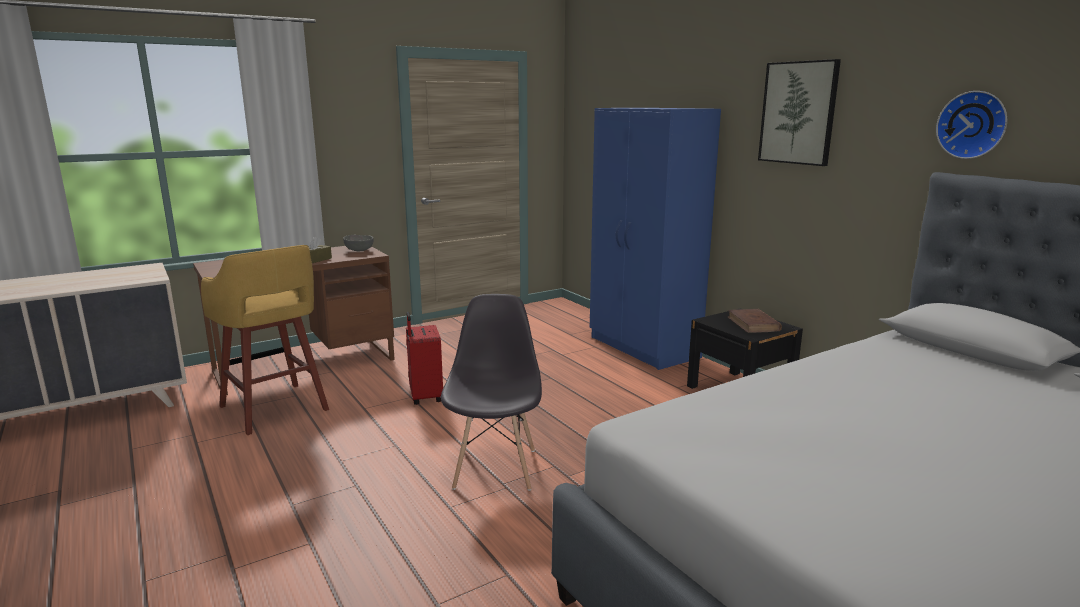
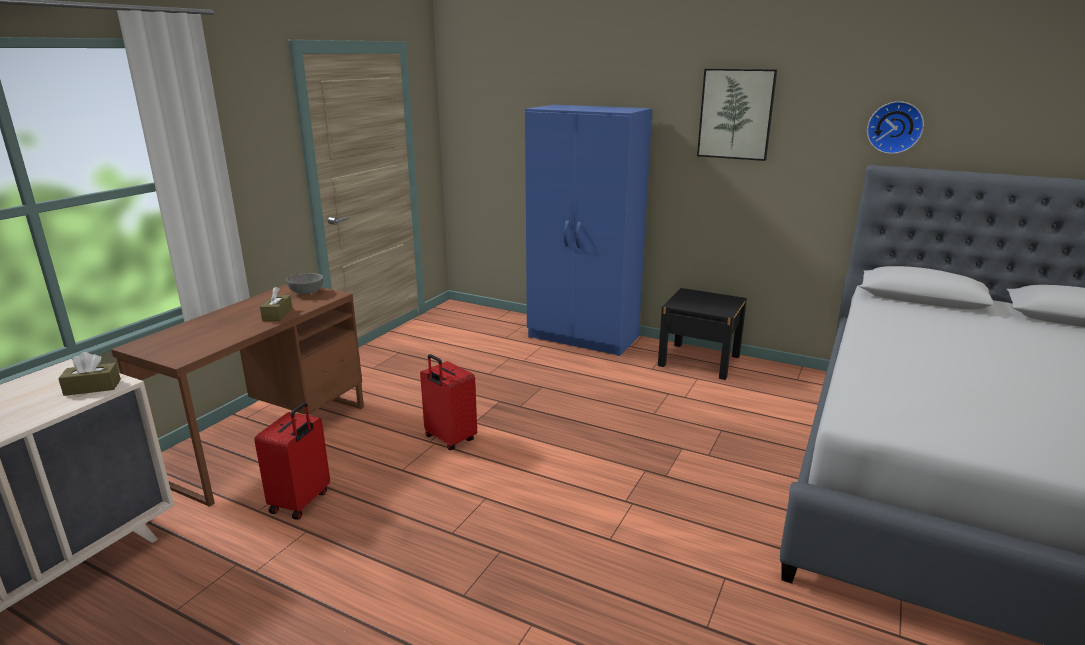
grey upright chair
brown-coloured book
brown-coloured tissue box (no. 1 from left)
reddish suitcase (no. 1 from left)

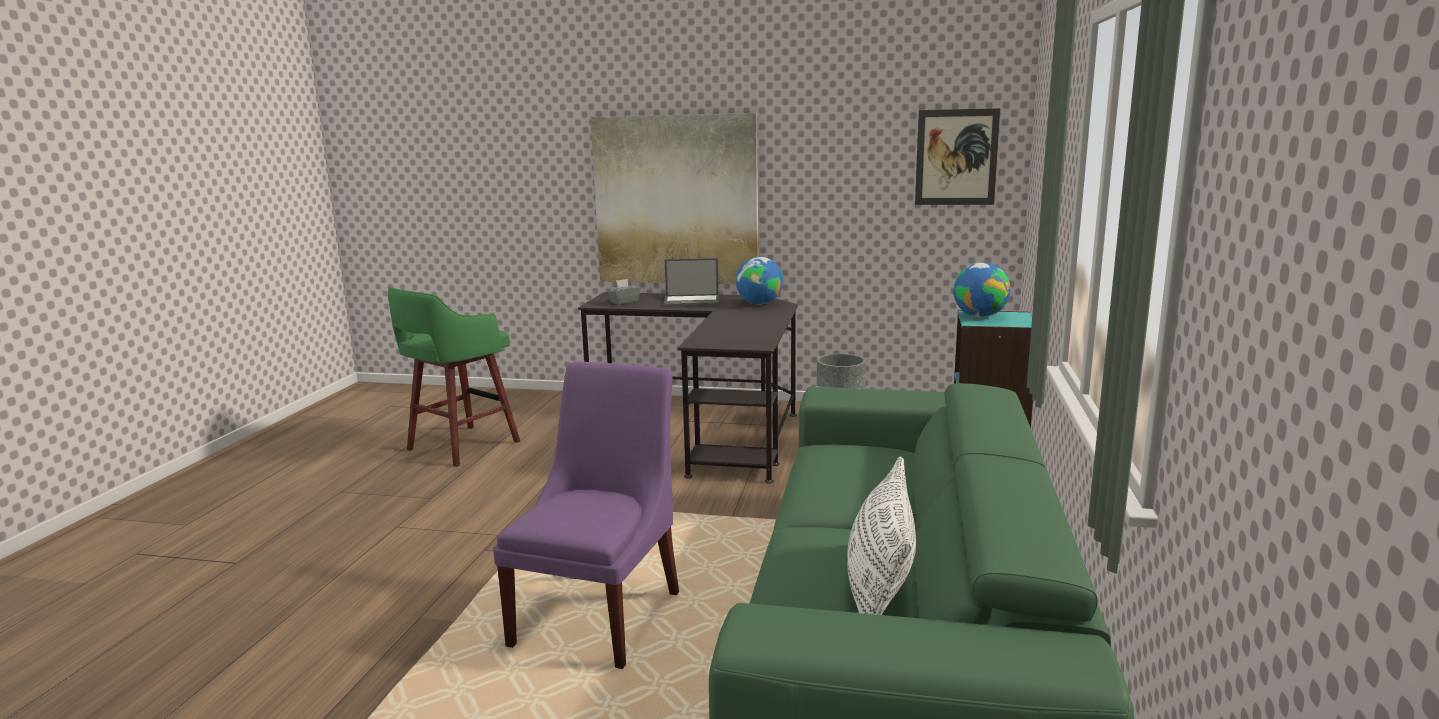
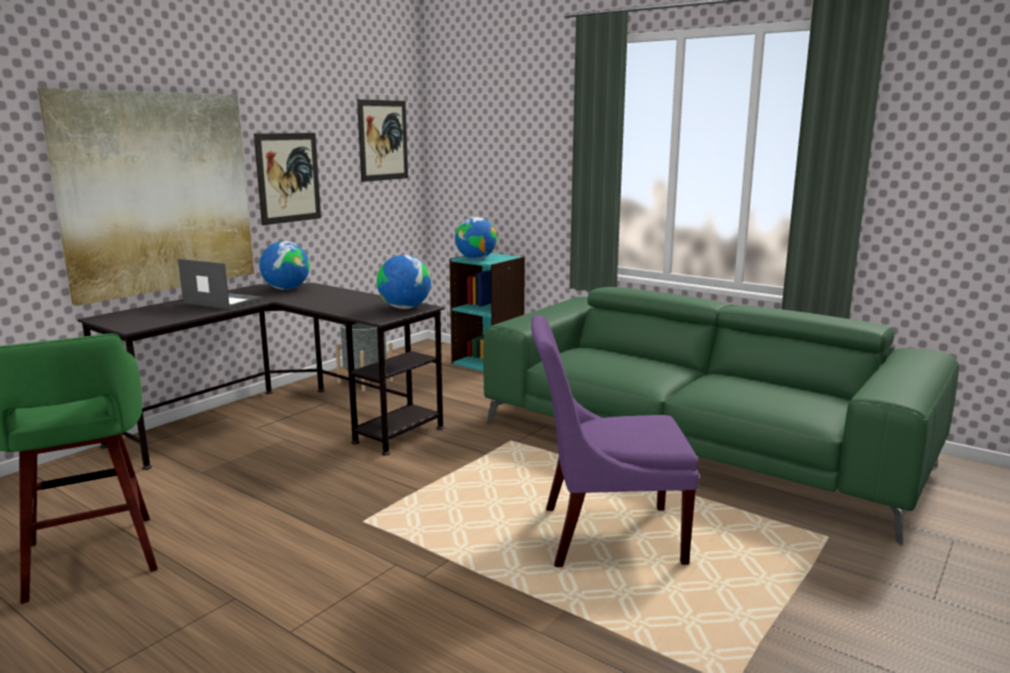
grey tissue box
white-coloured throw pillow
picture (no. 2 from left)
globe (no. 2 from left)
purple upright chair
laptop

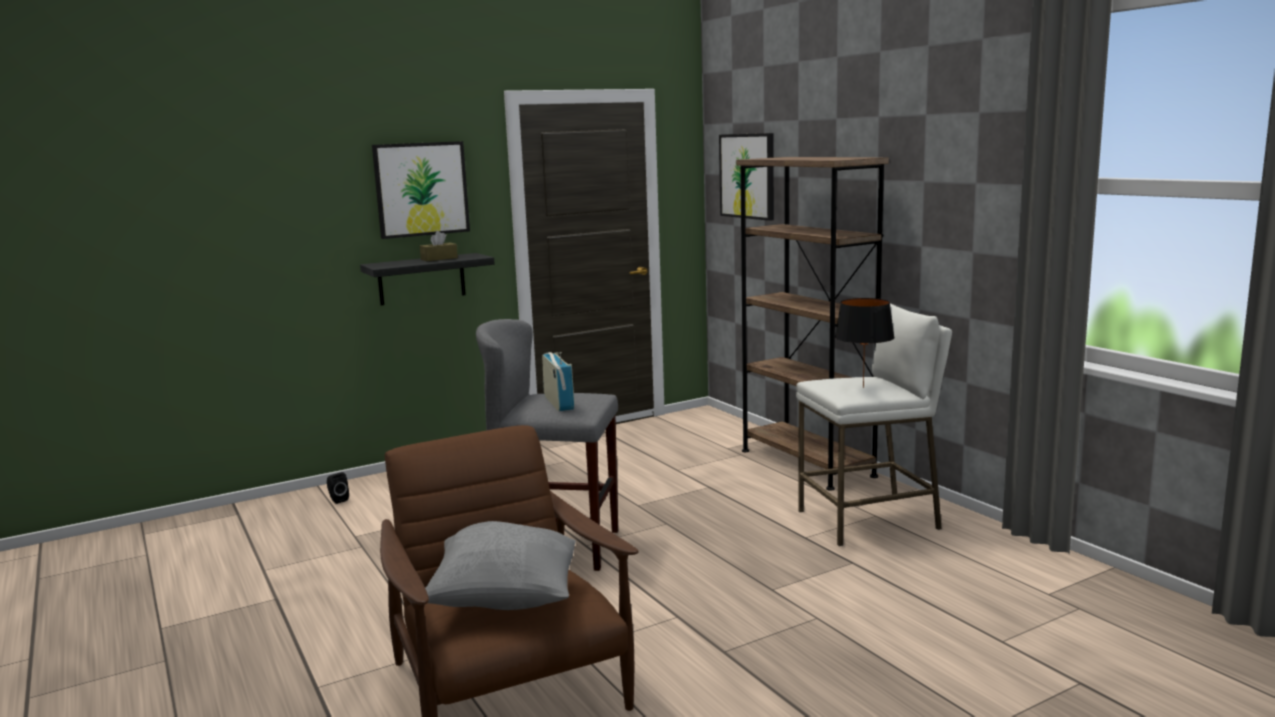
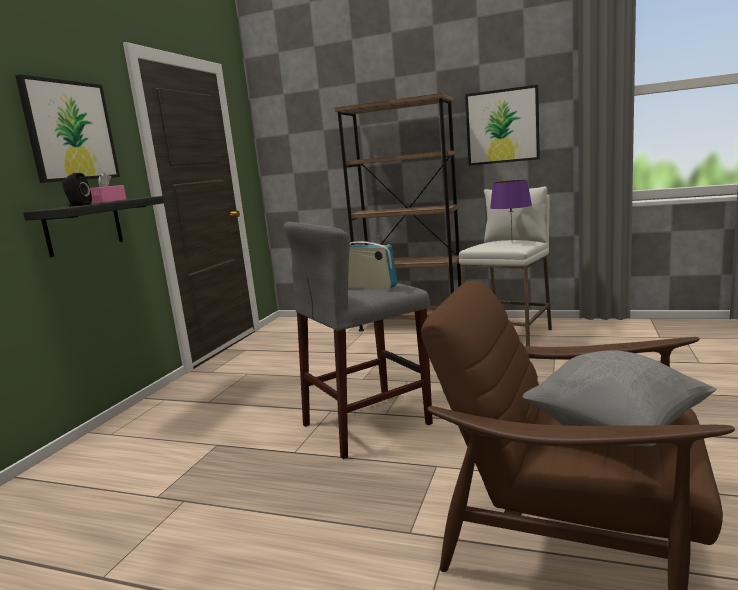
blackish audio speaker
picture (no. 2 from left)
pinkish tissue box
purple tabletop lamp

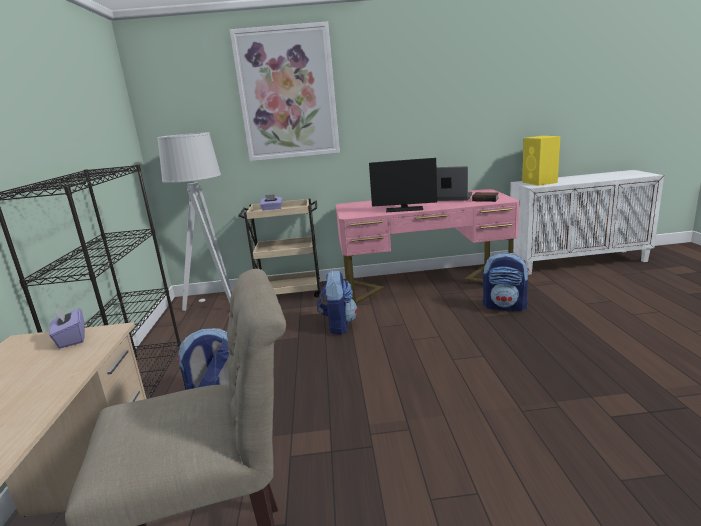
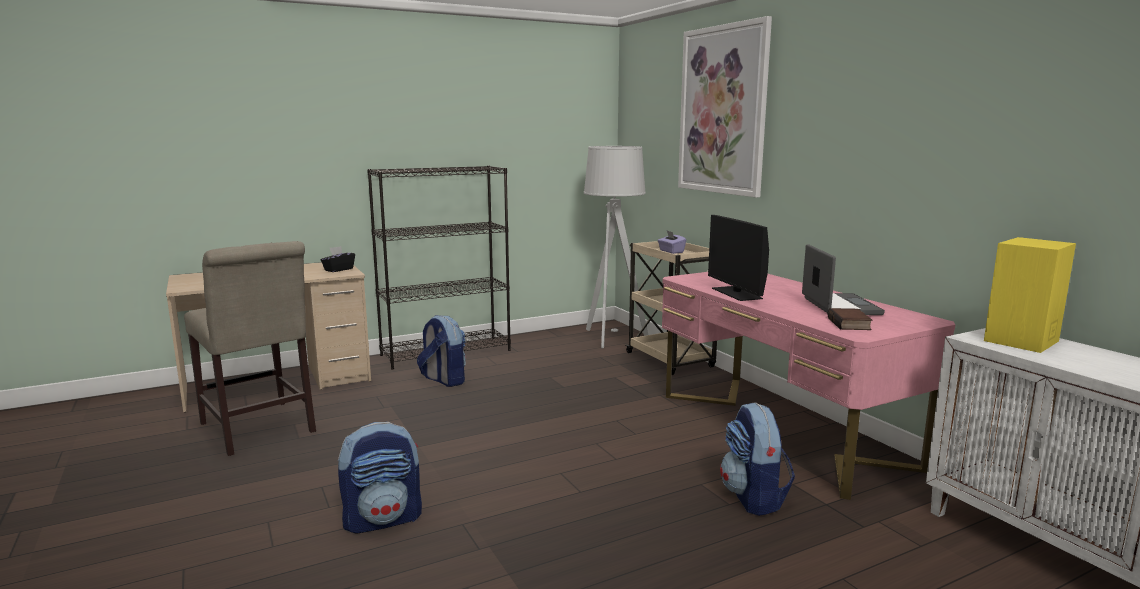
backpack (no. 1 from left)
blackish tissue box

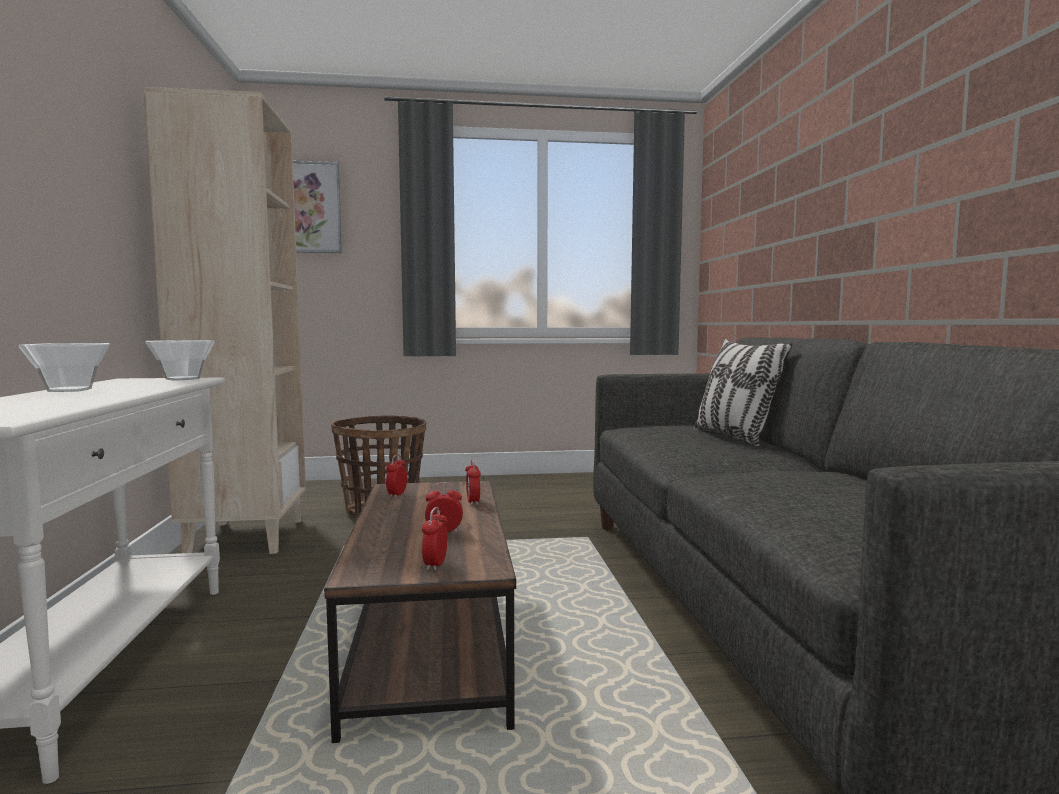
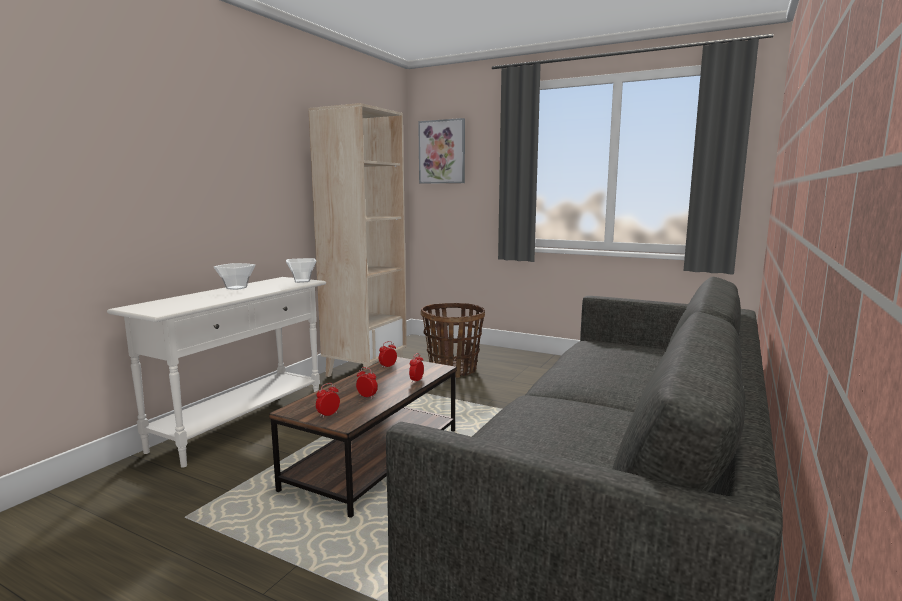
throw pillow

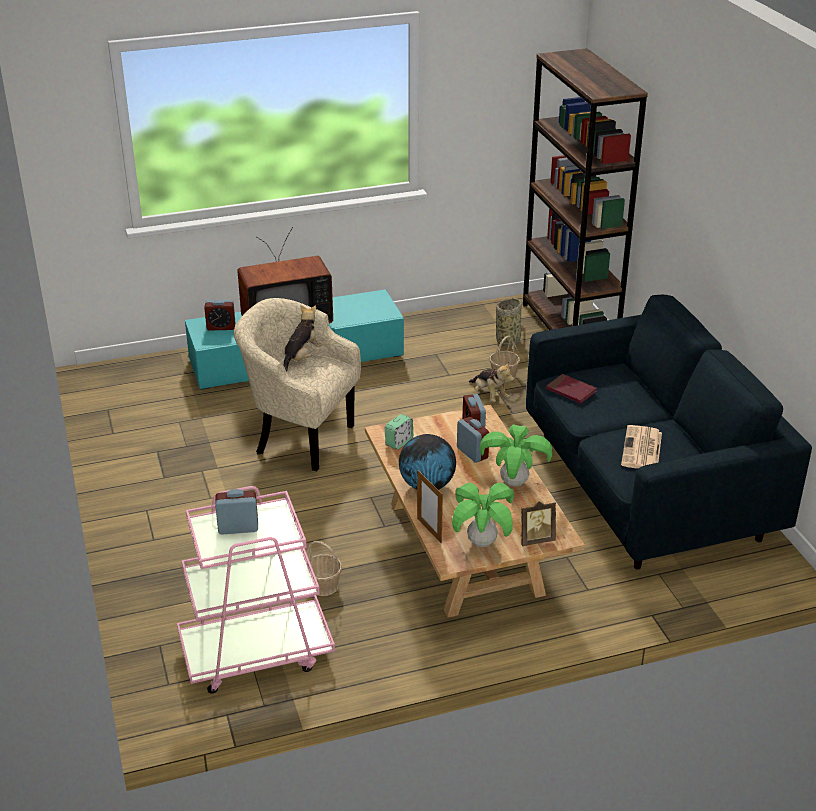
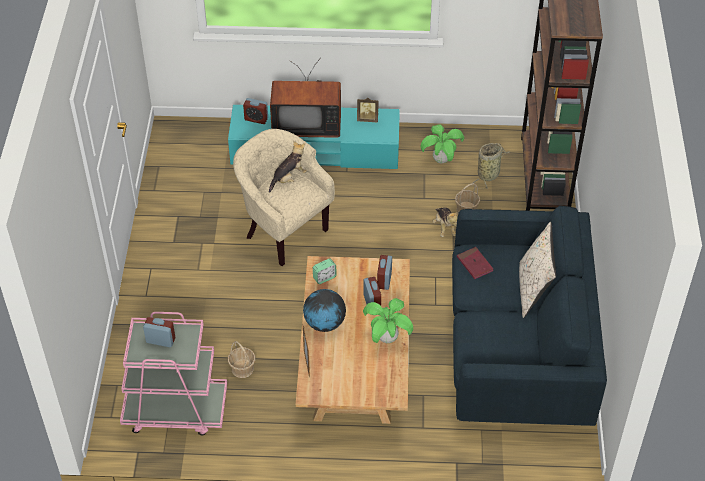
daily paper
sand-coloured throw pillow
potted plant (no. 2 from left)
picture frame (no. 2 from left)

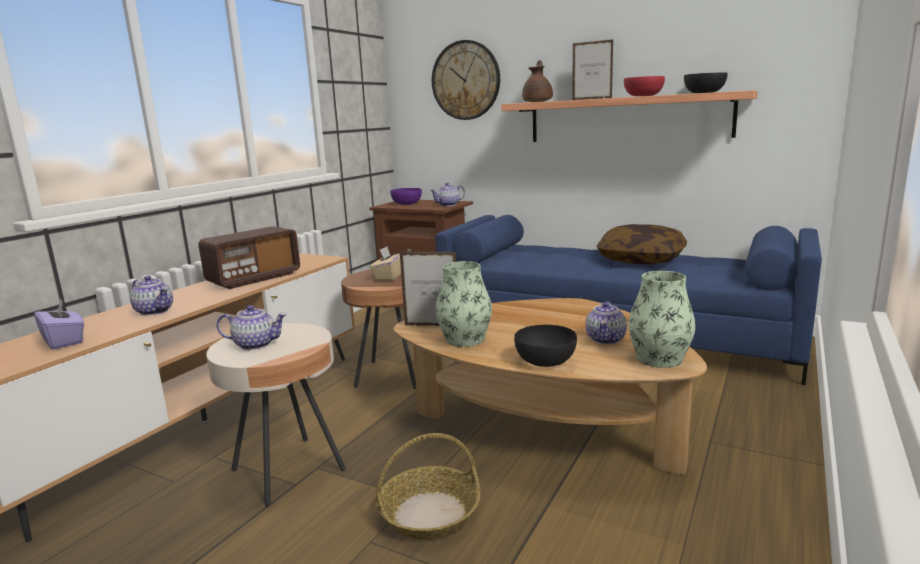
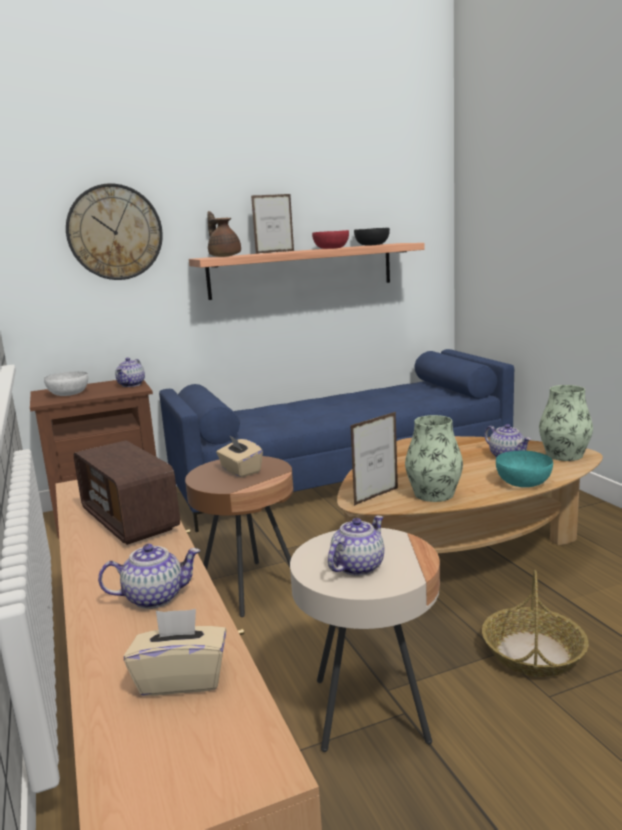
throw pillow
sand-coloured tissue box (no. 1 from left)
white-coloured bowl
turquoise bowl
radio

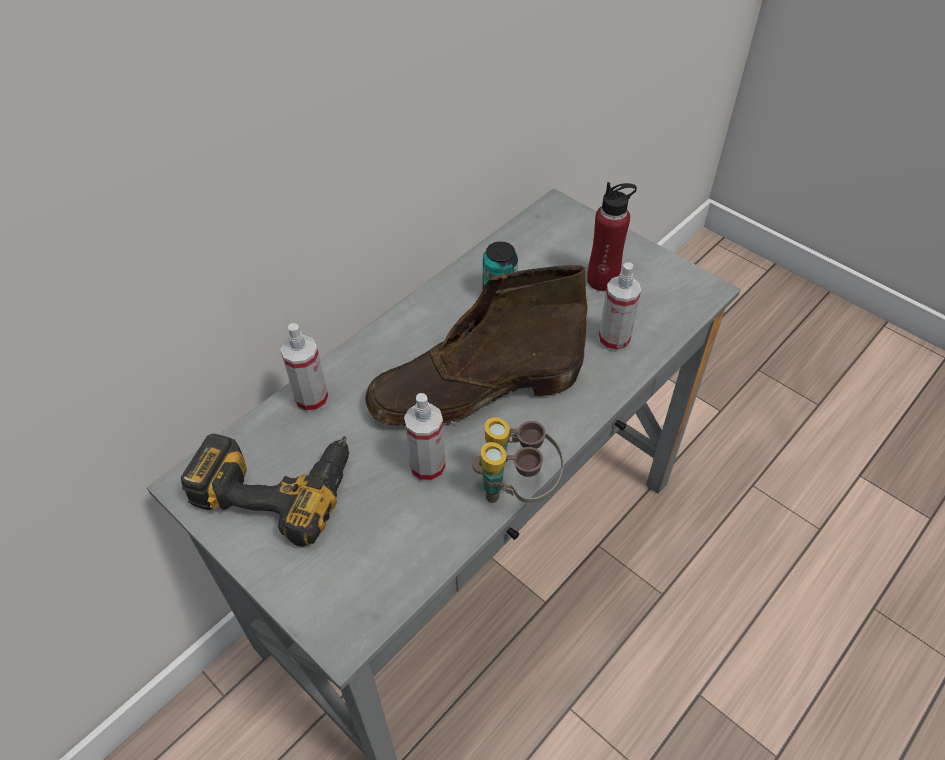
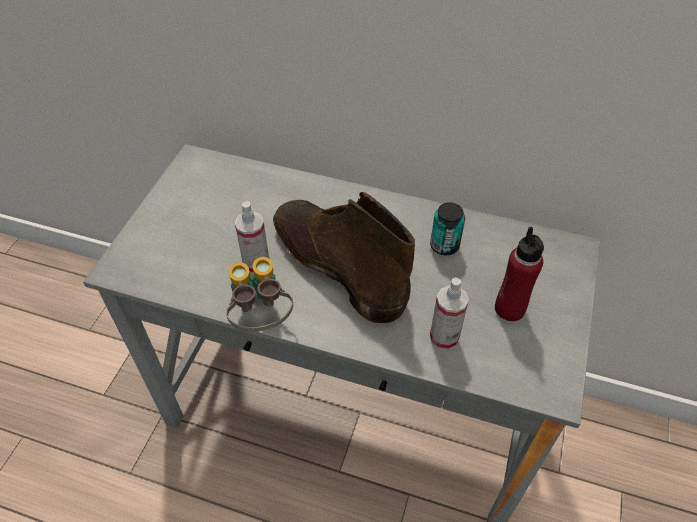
power drill
sprayer (no. 1 from left in the first image)

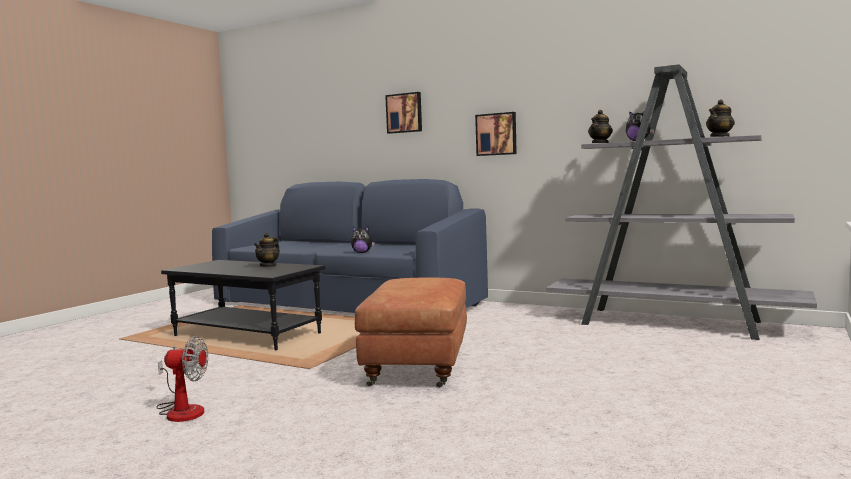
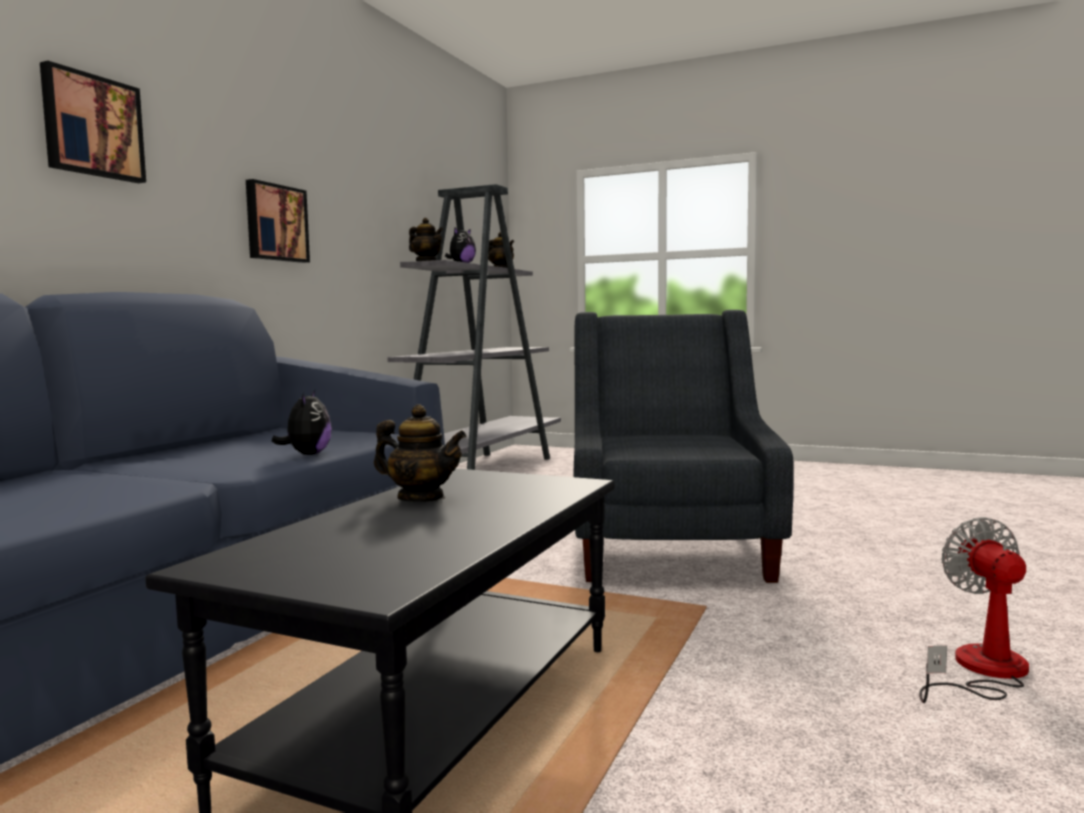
grey armchair

